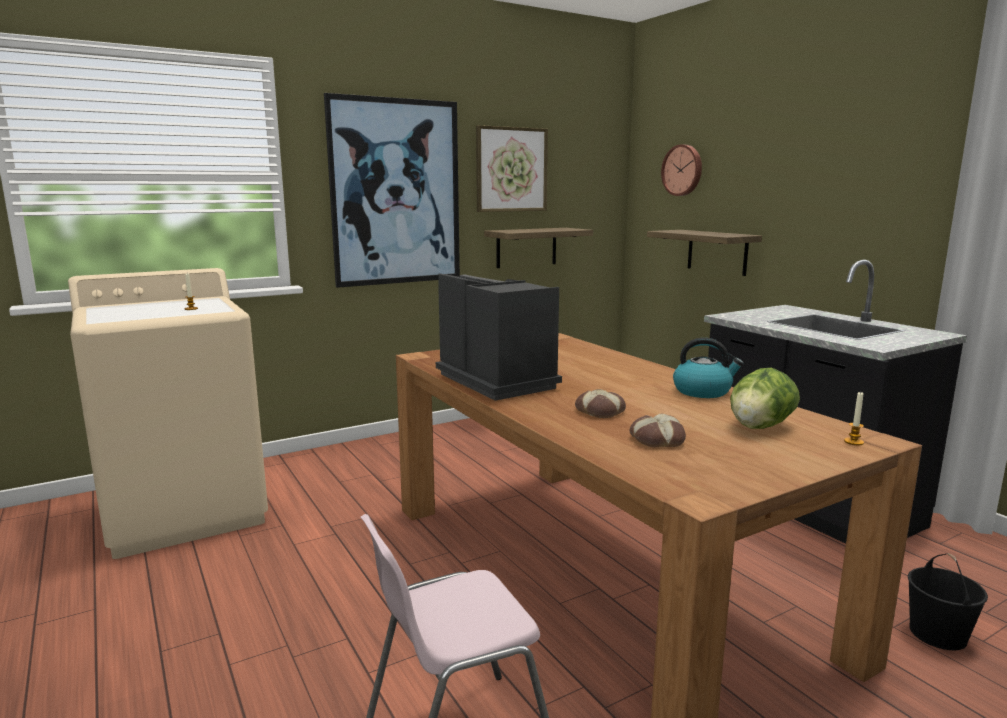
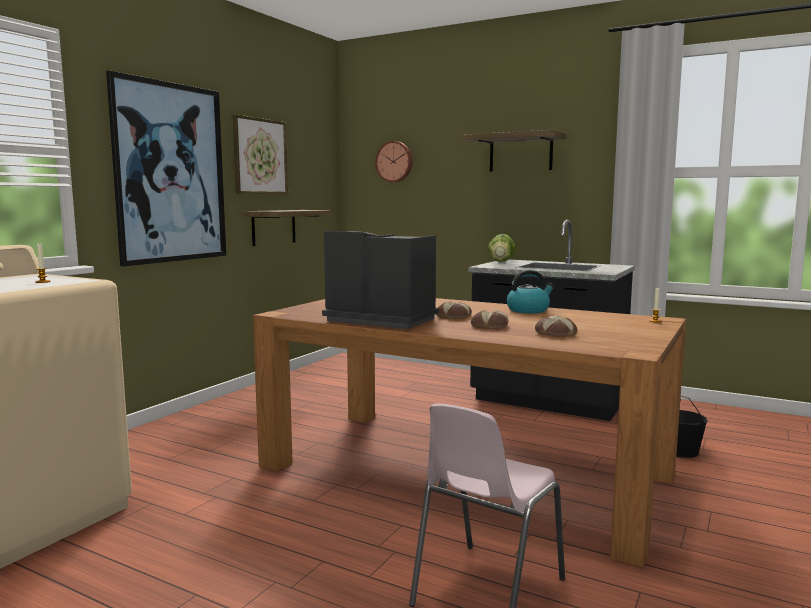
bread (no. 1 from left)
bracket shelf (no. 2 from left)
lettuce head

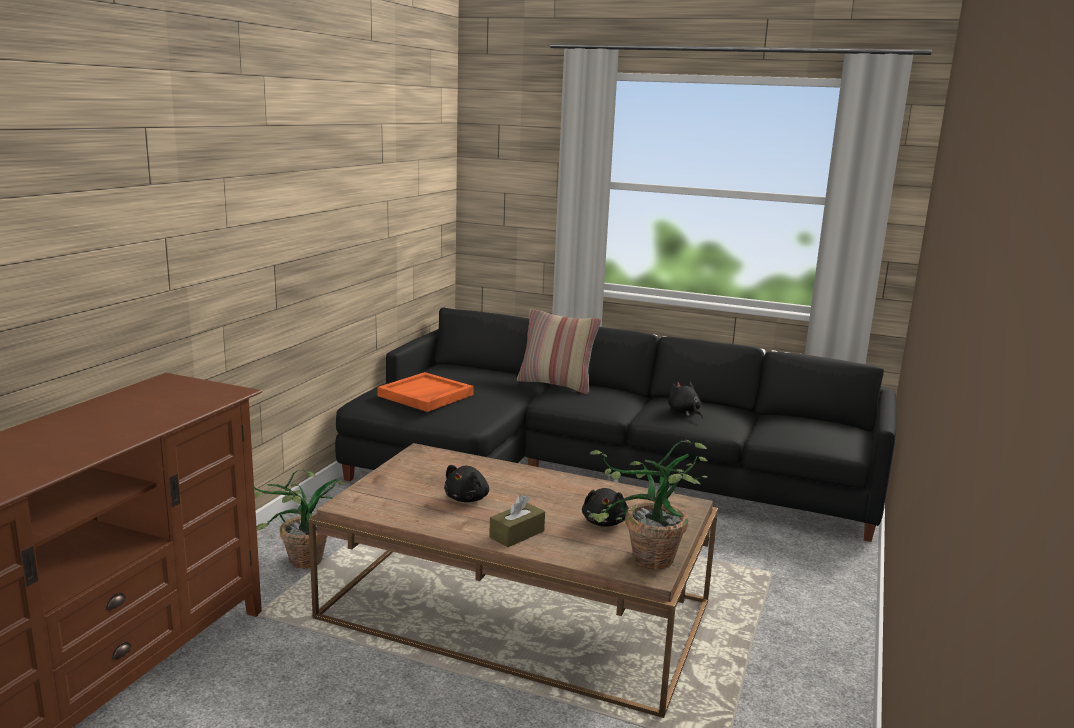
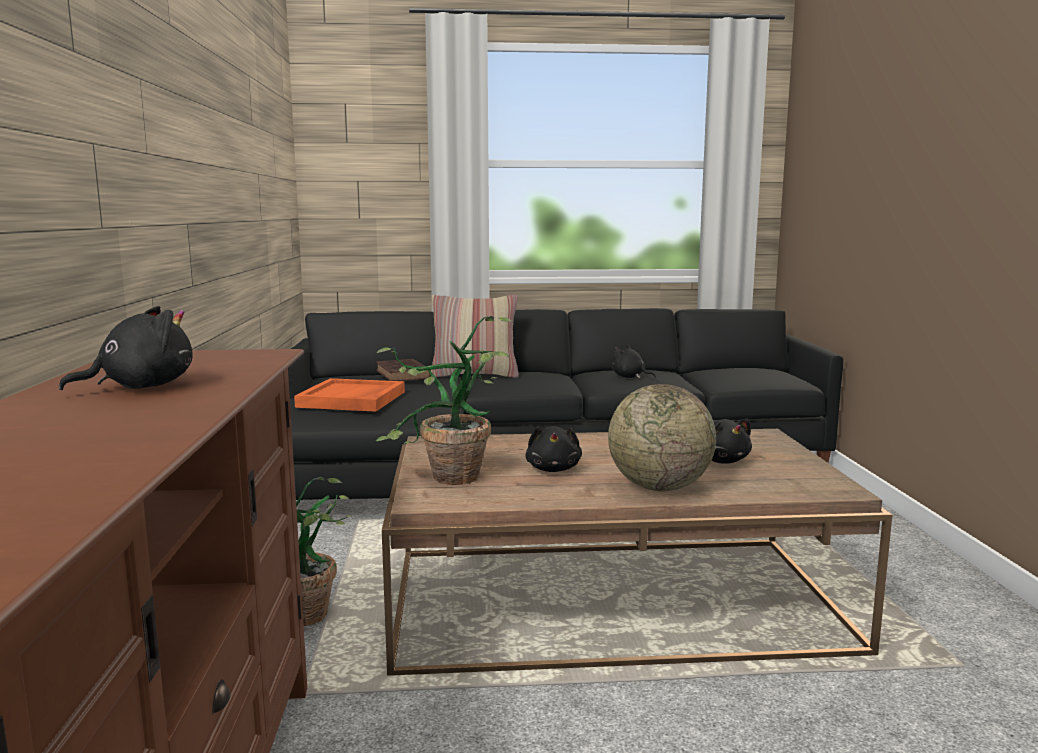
blackish plush toy (no. 1 from left)
brown-coloured book
potted plant (no. 2 from left)
globe

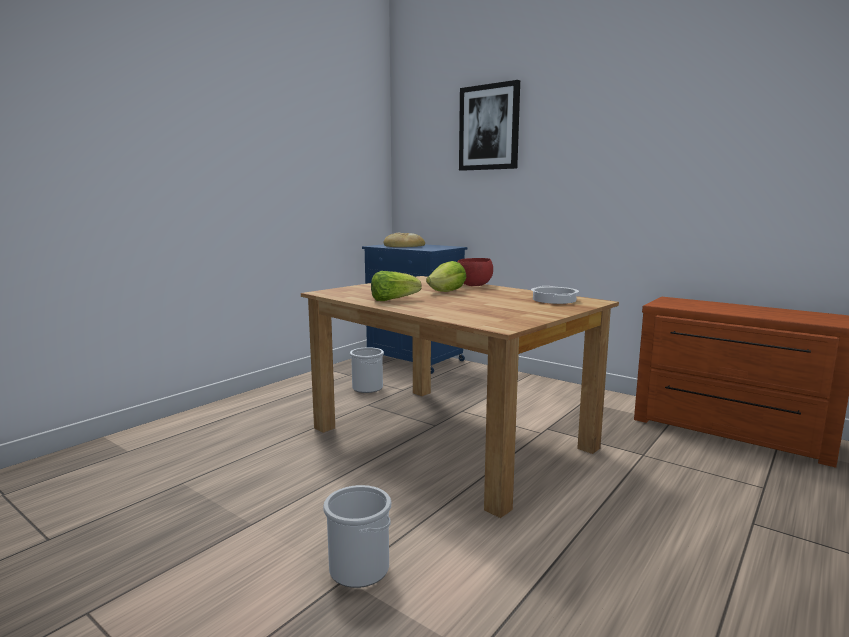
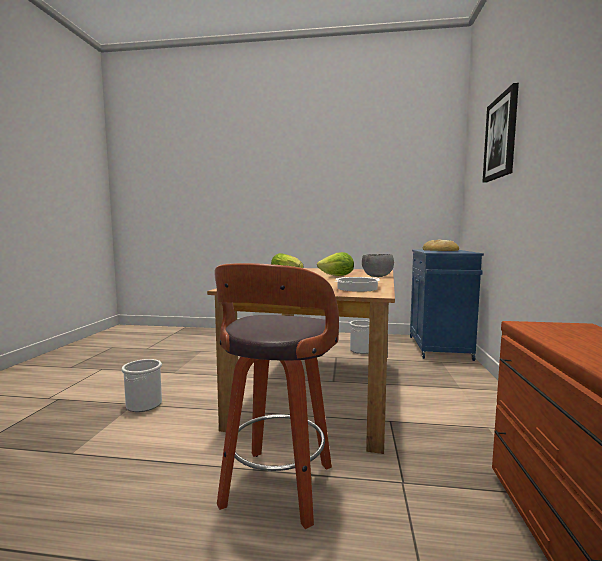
stool
grey bowl

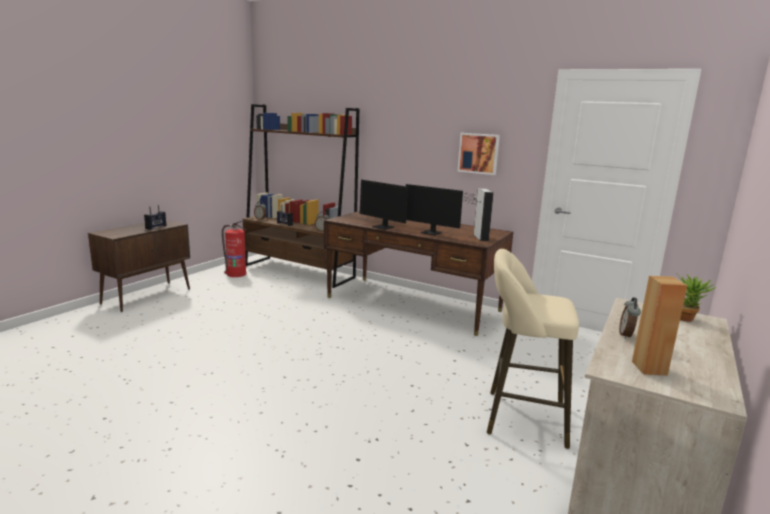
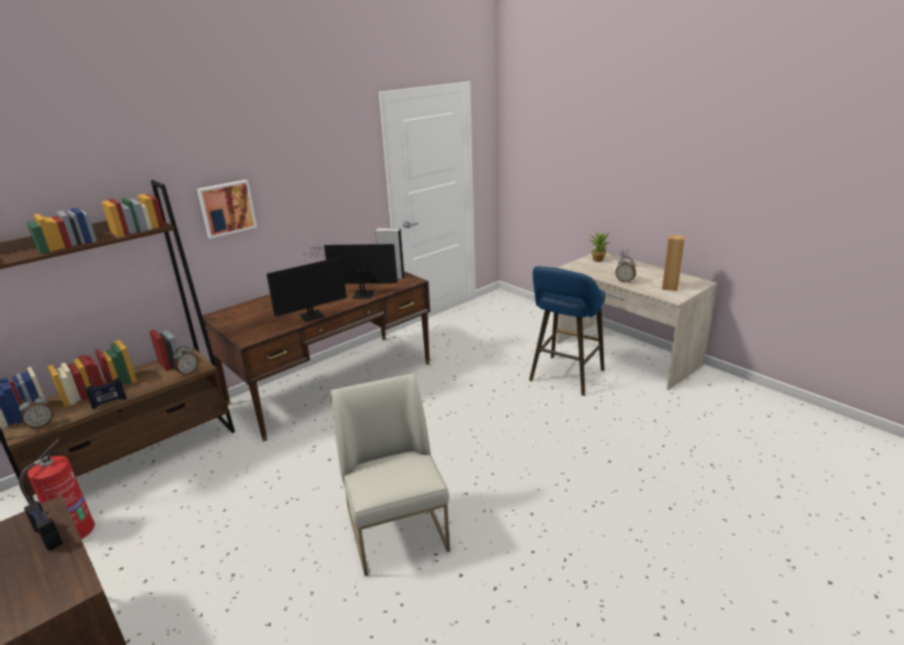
white-coloured upright chair
picture
blue stool
computer screen (no. 2 from left)

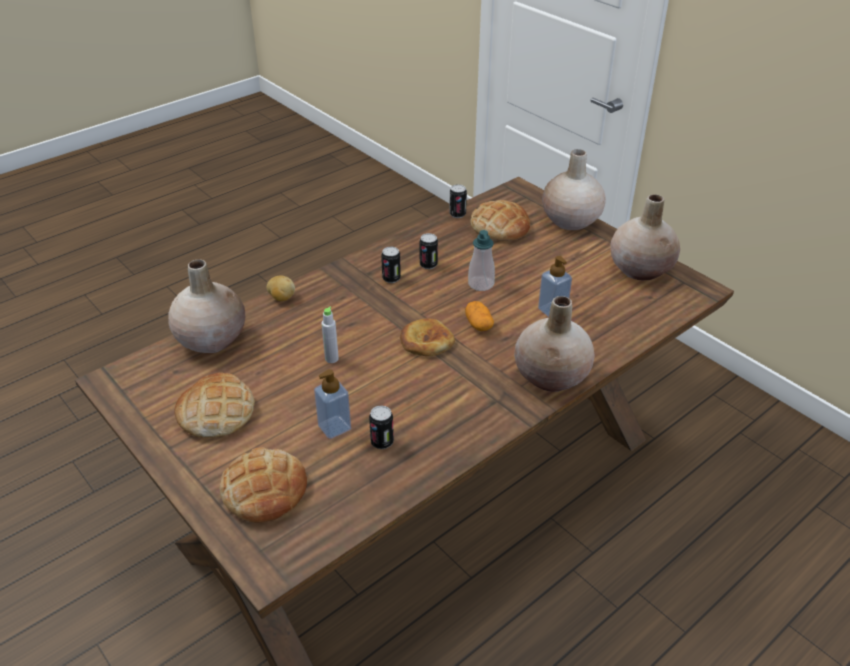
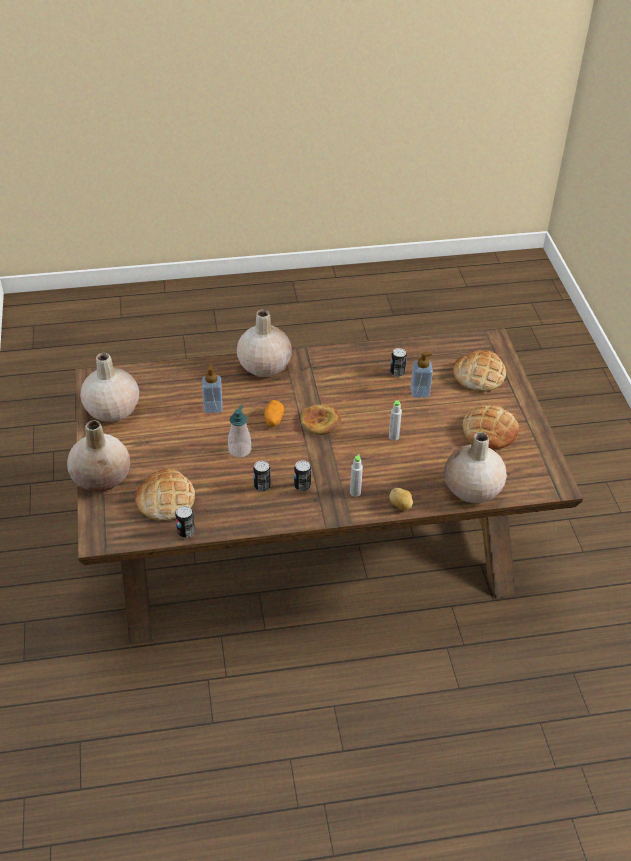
grey drink bottle (no. 1 from left)

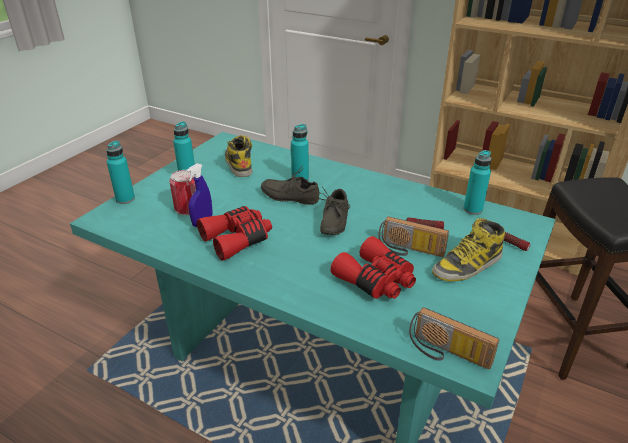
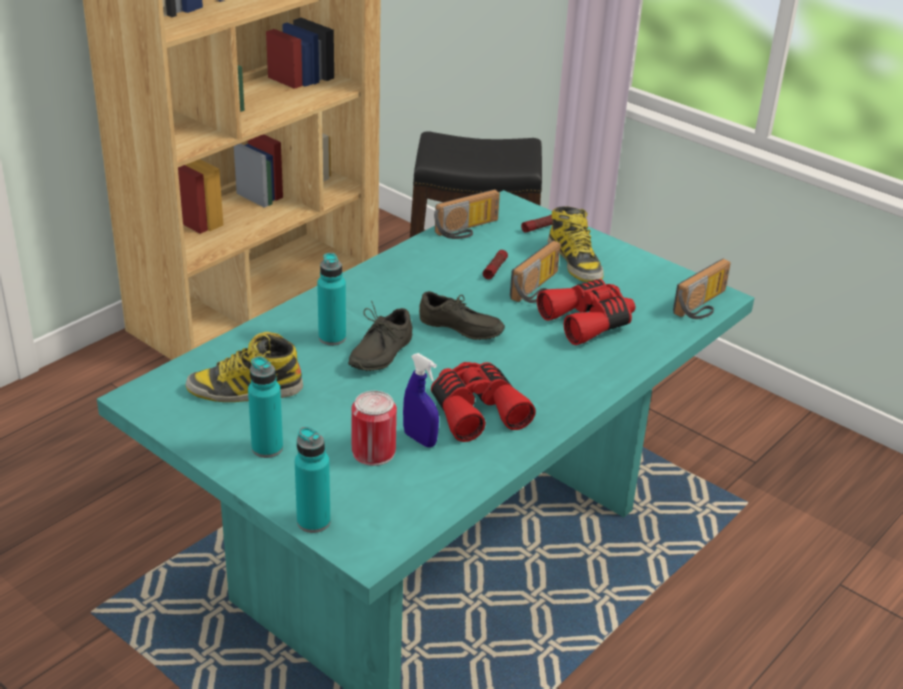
radio (no. 1 from left)

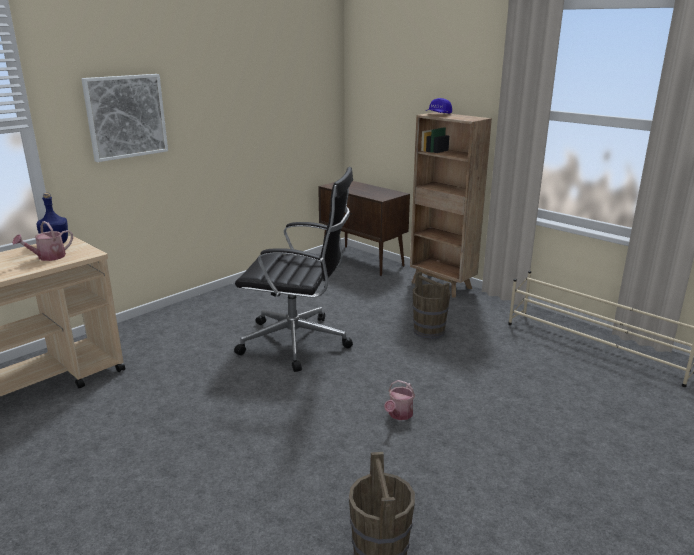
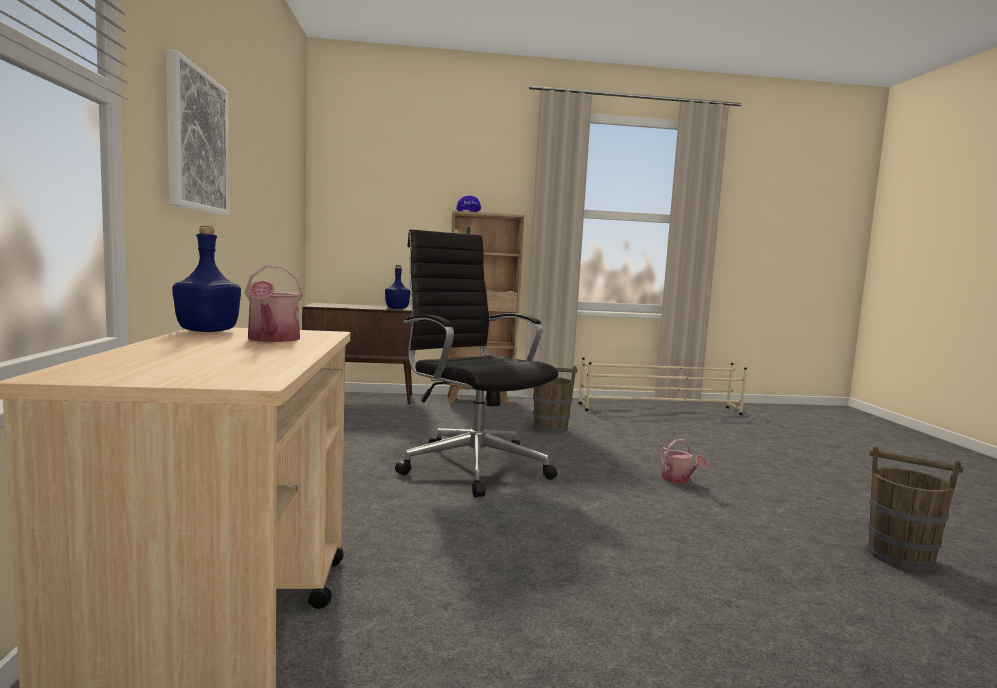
blue drink bottle (no. 2 from left)
blackish desk chair

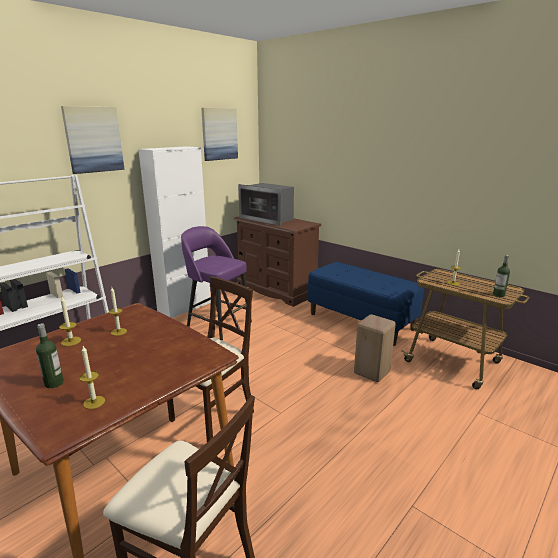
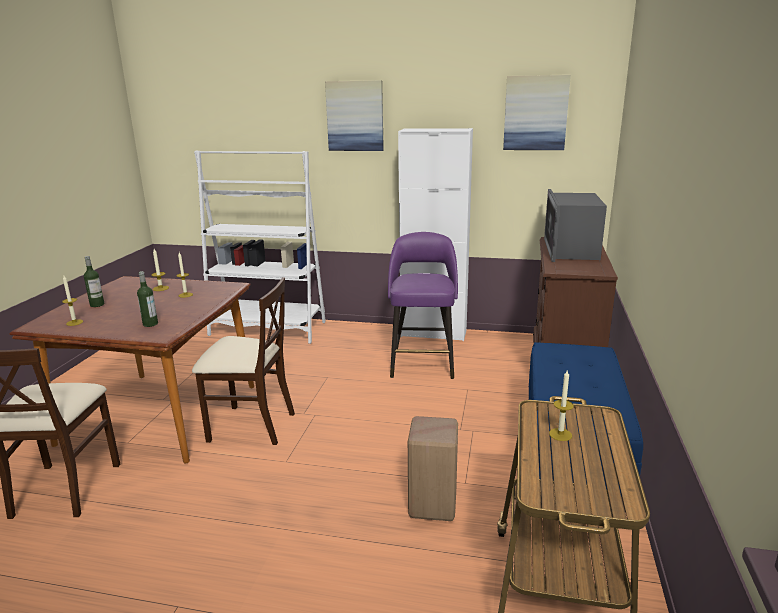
drink bottle (no. 2 from left)

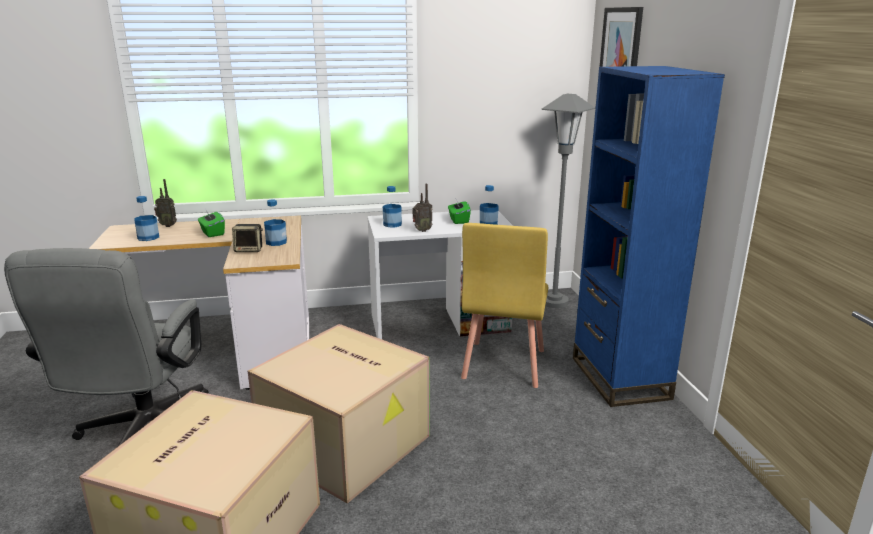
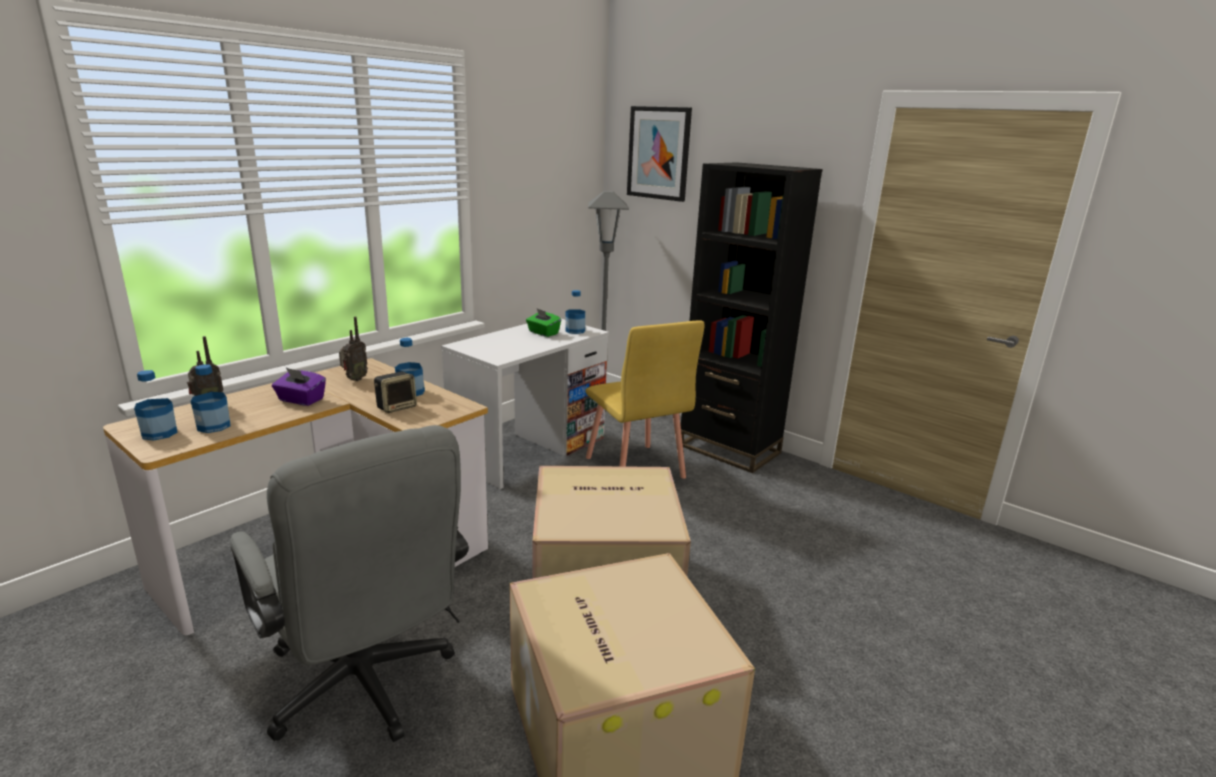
drink bottle (no. 1 from left)
radio (no. 2 from left)
purple tissue box
blackish bookshelf

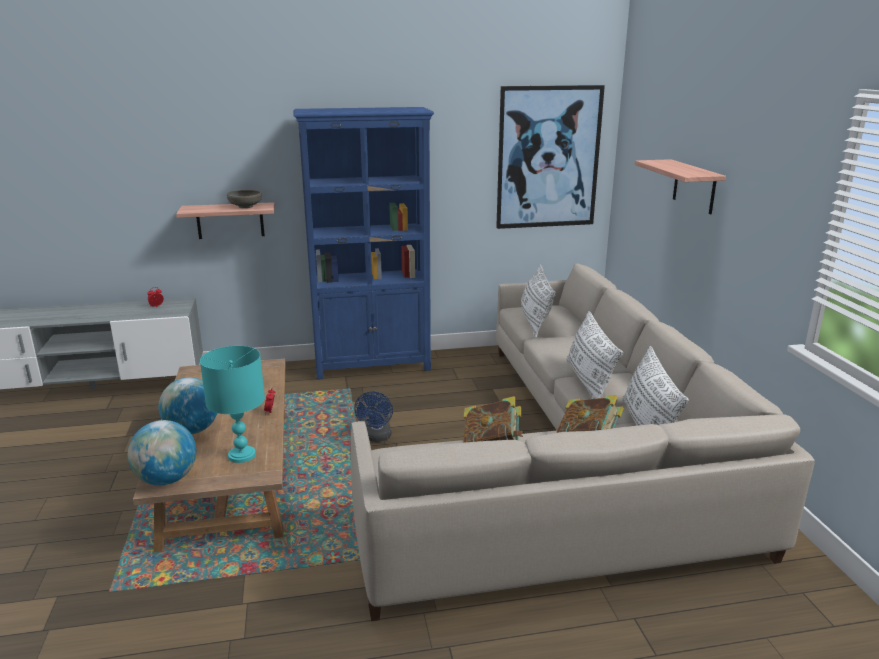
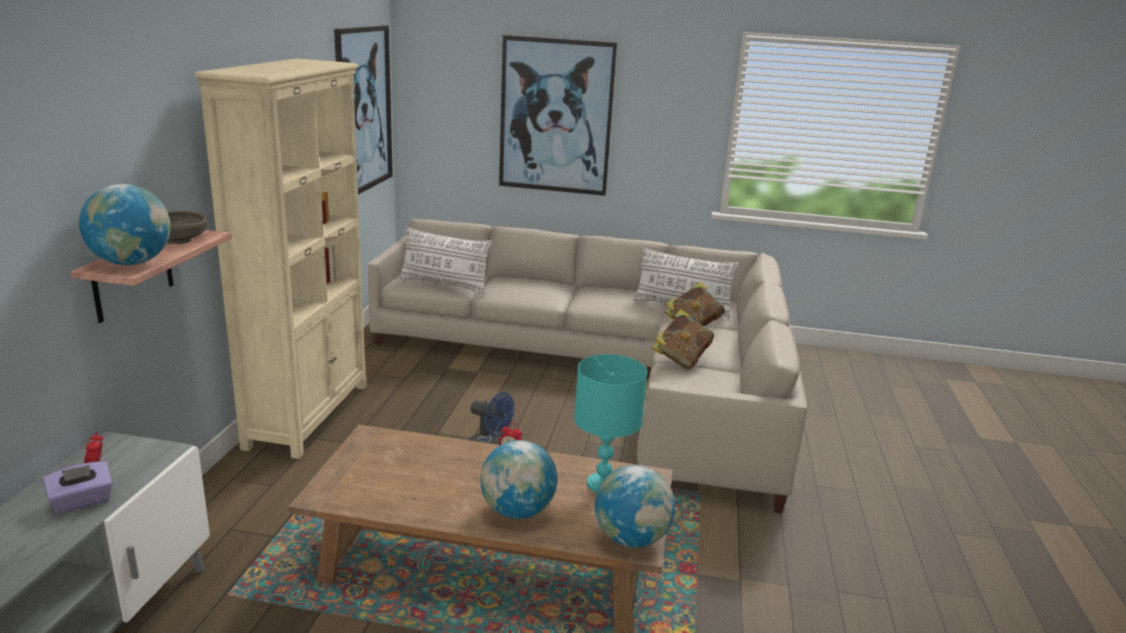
white-coloured throw pillow (no. 2 from left in the first image)
purple tissue box
globe (no. 1 from left)
picture (no. 2 from left)
sand-coloured bookshelf

